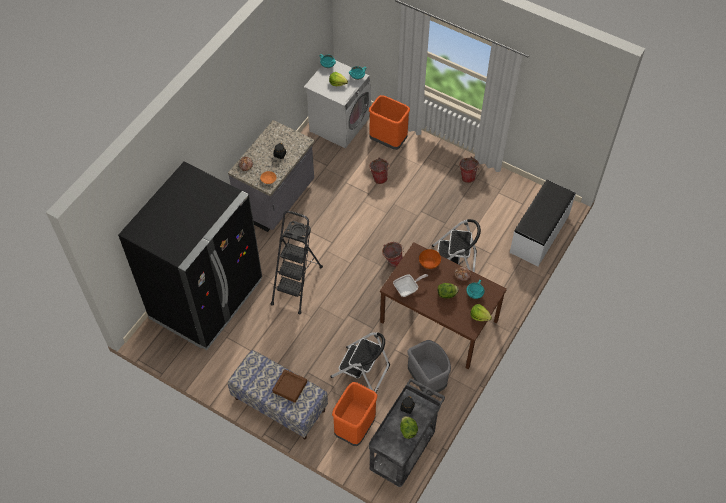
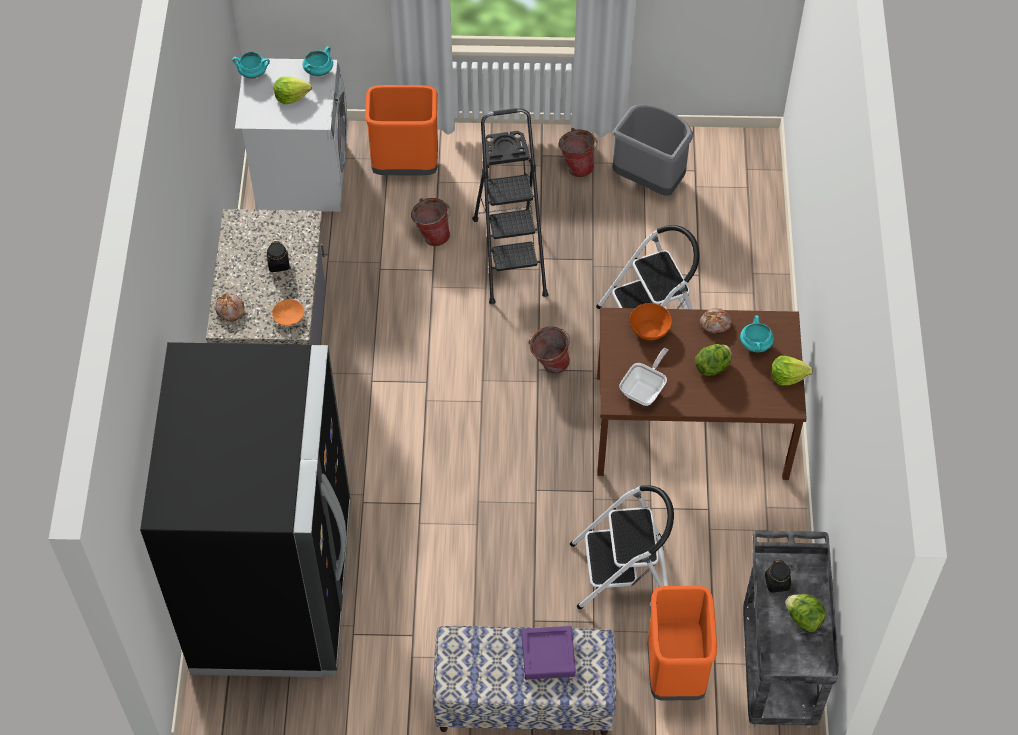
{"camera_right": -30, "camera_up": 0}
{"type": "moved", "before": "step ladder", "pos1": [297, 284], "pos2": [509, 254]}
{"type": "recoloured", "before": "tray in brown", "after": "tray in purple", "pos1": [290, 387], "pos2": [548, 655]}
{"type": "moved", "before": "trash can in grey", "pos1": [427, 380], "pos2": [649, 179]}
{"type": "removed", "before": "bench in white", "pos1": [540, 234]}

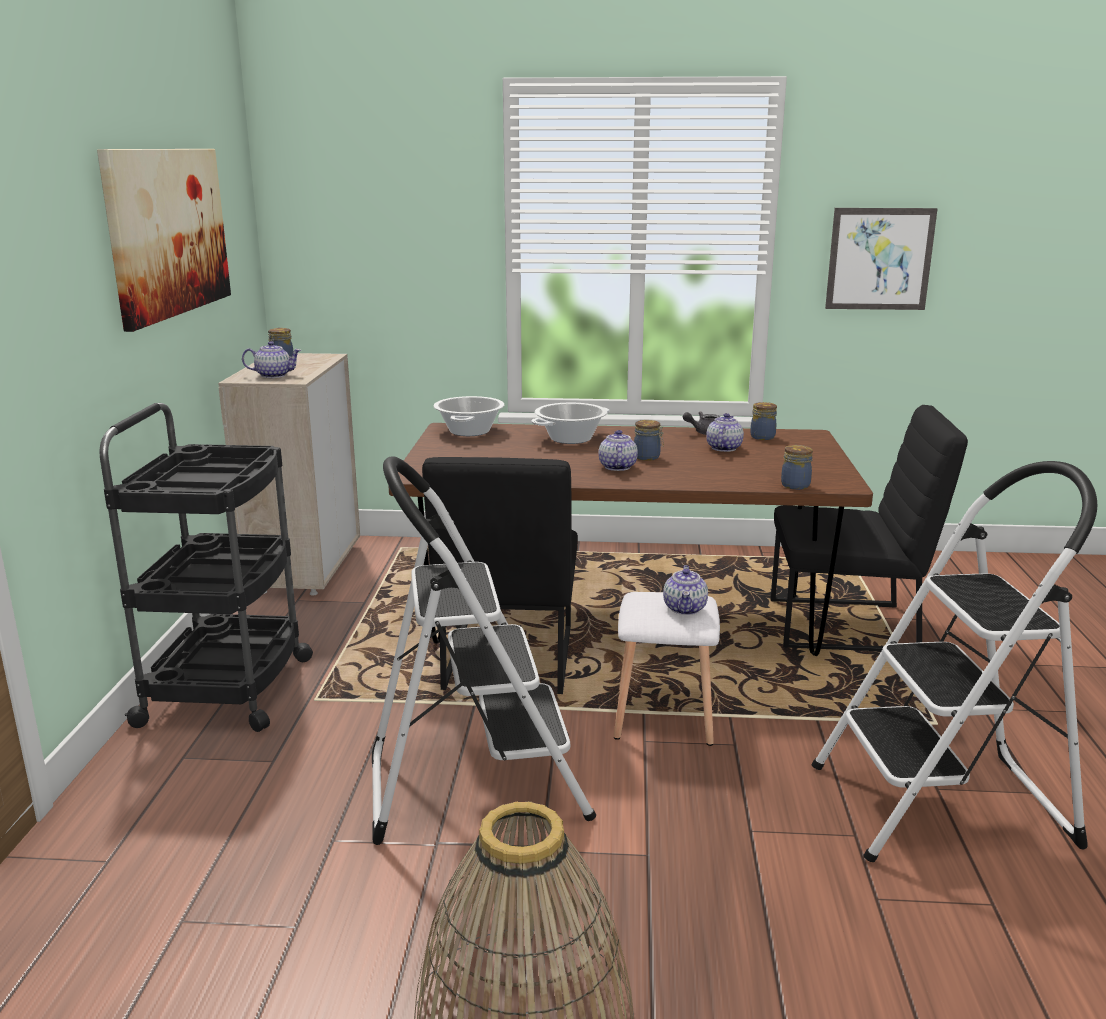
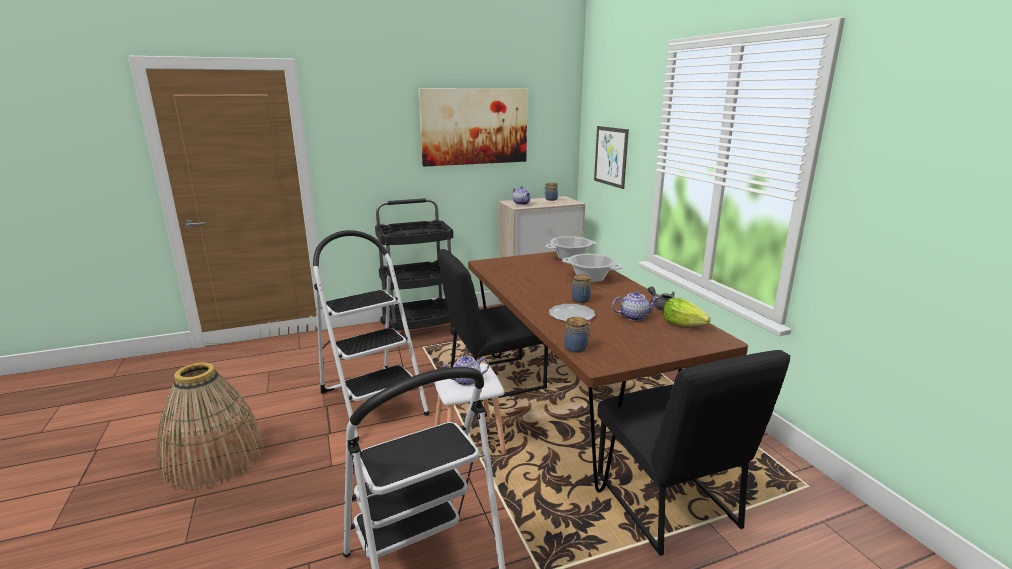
{"camera_right": 65, "camera_up": 0}
{"type": "added", "after": "plate", "pos2": [571, 315]}
{"type": "moved", "before": "picture", "pos1": [879, 259], "pos2": [610, 156]}
{"type": "replaced", "before": "jar", "after": "lettuce", "pos1": [762, 437], "pos2": [683, 324]}
{"type": "removed", "before": "teapot", "pos1": [617, 467]}

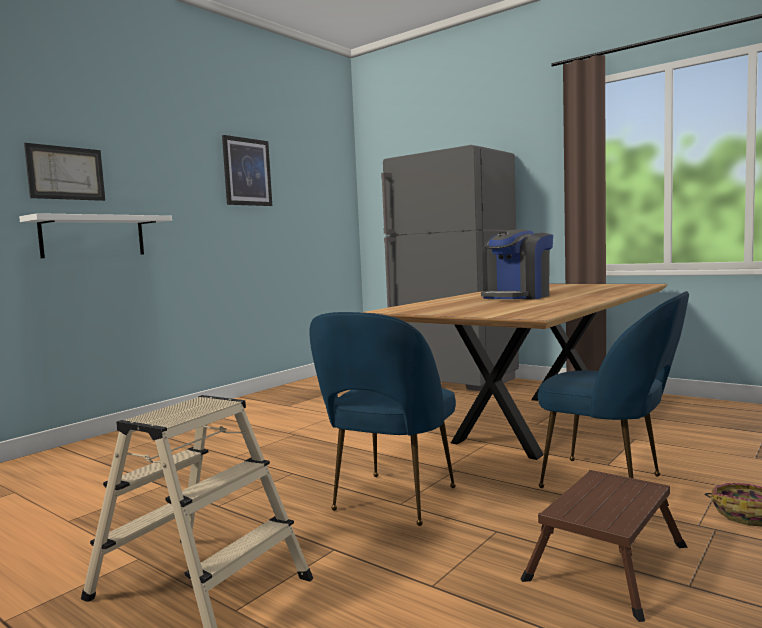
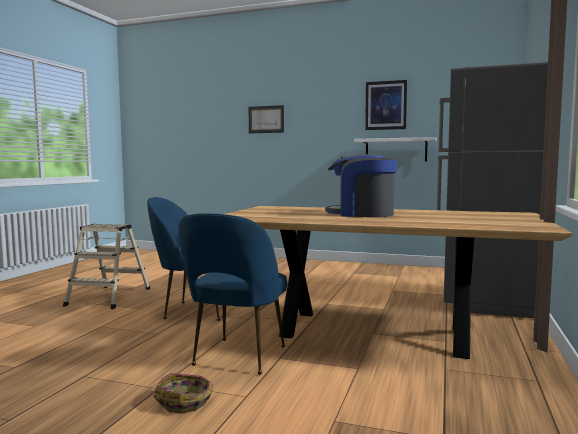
{"camera_right": 70, "camera_up": 0}
{"type": "moved", "before": "shelf in white", "pos1": [93, 236], "pos2": [396, 150]}
{"type": "removed", "before": "step ladder in brown", "pos1": [606, 563]}

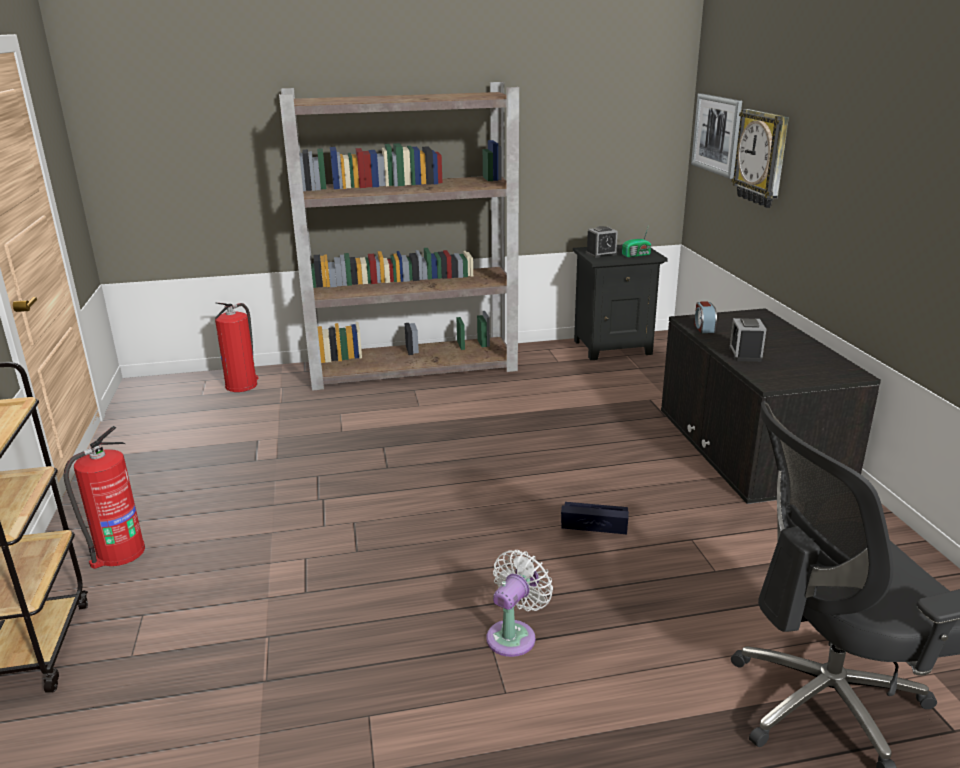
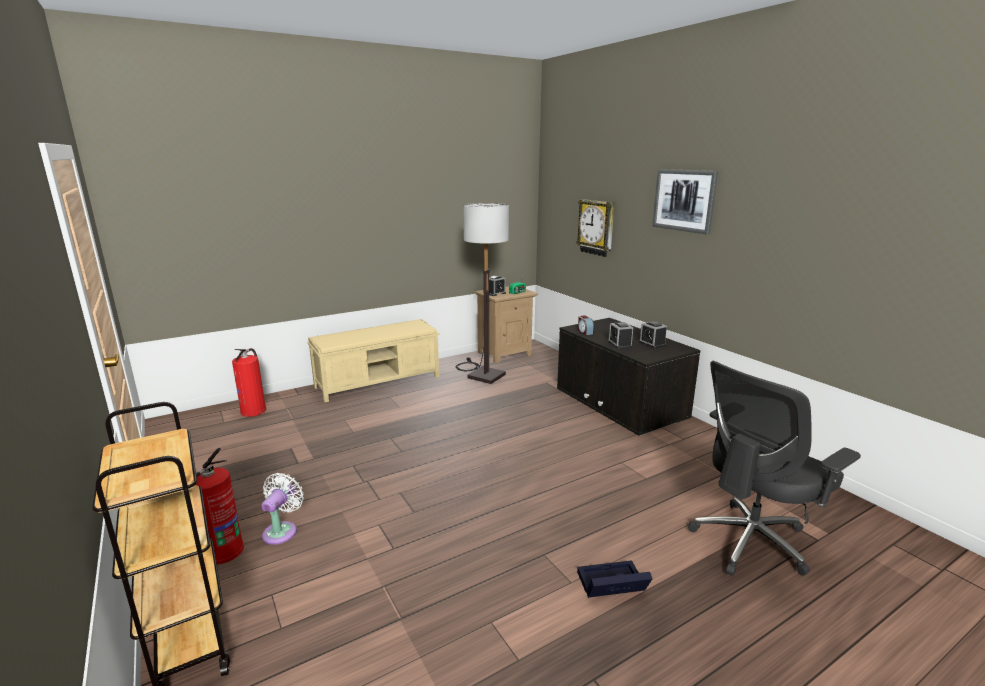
{"camera_right": -20, "camera_up": -5}
{"type": "moved", "before": "fan in white", "pos1": [514, 635], "pos2": [282, 530]}
{"type": "replaced", "before": "bookcase in brown", "after": "bench in beige", "pos1": [413, 367], "pos2": [379, 381]}
{"type": "added", "after": "floor lamp", "pos2": [481, 374]}
{"type": "recoloured", "before": "nightstand in black", "after": "nightstand in beige", "pos1": [614, 348], "pos2": [505, 354]}
{"type": "moved", "before": "storage box in black", "pos1": [592, 524], "pos2": [610, 586]}
{"type": "added", "after": "alarm clock", "pos2": [652, 343]}
{"type": "moved", "before": "picture", "pos1": [716, 134], "pos2": [684, 200]}

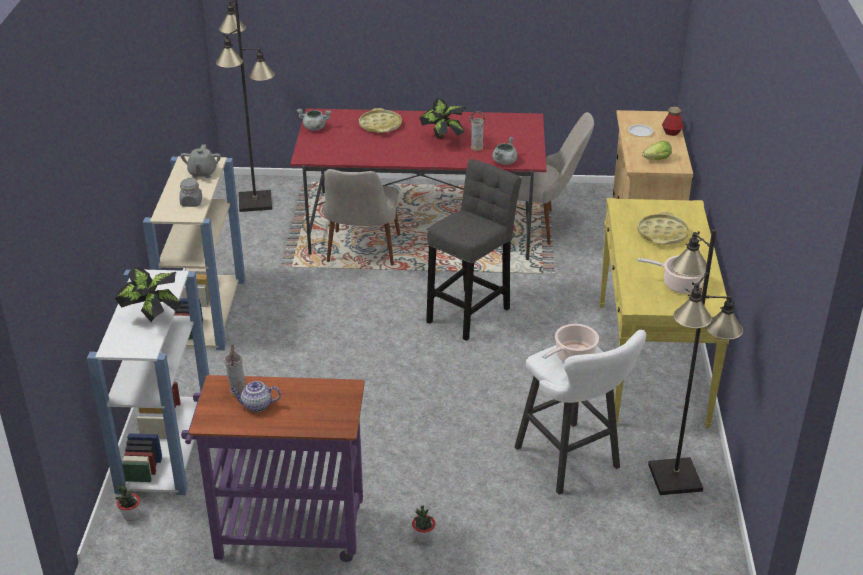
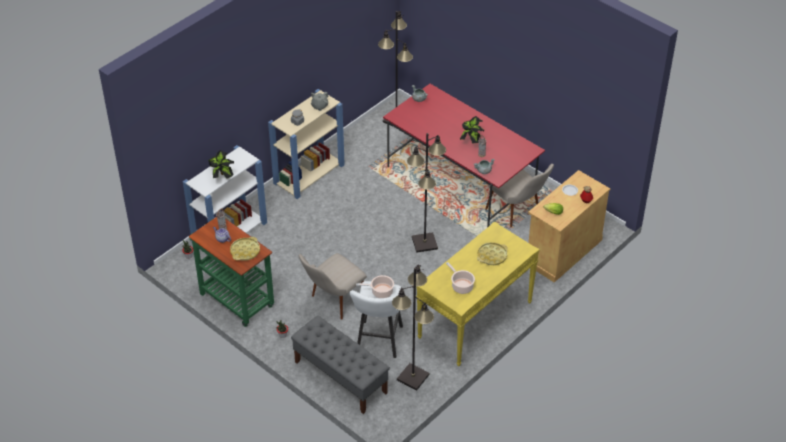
{"camera_right": 40, "camera_up": 10}
{"type": "recoloured", "before": "cart in purple", "after": "cart in green", "pos1": [287, 532], "pos2": [235, 300]}
{"type": "moved", "before": "tray in yellow", "pos1": [380, 125], "pos2": [245, 251]}
{"type": "added", "after": "bench in grey", "pos2": [340, 377]}
{"type": "moved", "before": "chair in beige", "pos1": [362, 256], "pos2": [333, 302]}
{"type": "replaced", "before": "stool in grey", "after": "floor lamp in black", "pos1": [471, 312], "pos2": [425, 243]}

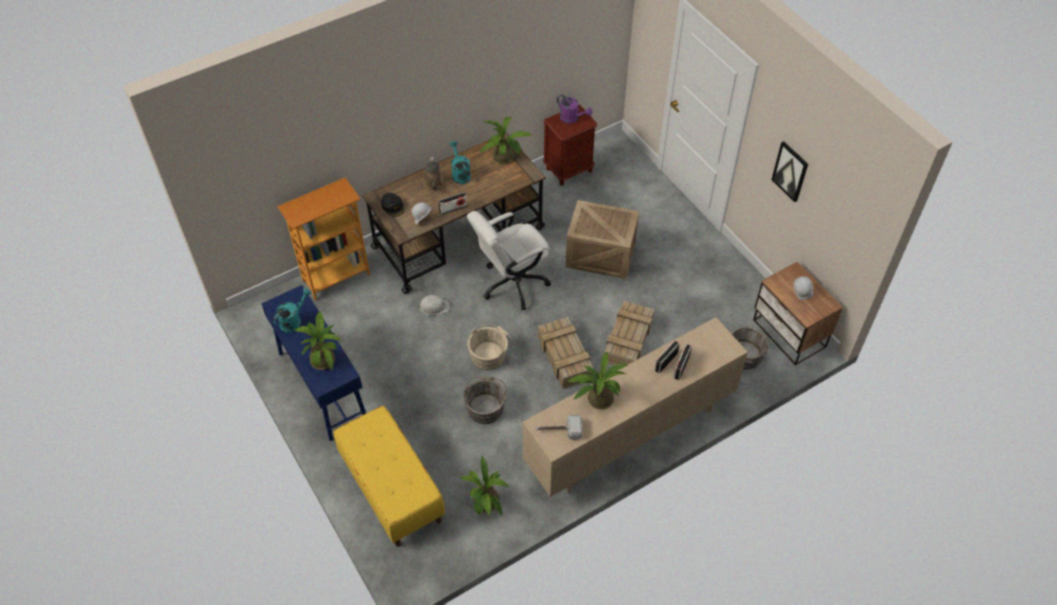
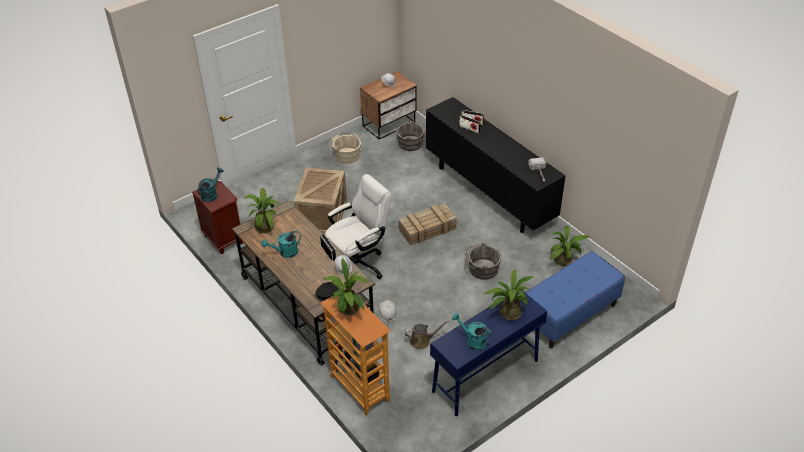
{"camera_right": -95, "camera_up": -10}
{"type": "recoloured", "before": "watering can in purple", "after": "watering can in turquoise", "pos1": [572, 119], "pos2": [211, 194]}
{"type": "moved", "before": "potted plant", "pos1": [597, 399], "pos2": [348, 310]}
{"type": "turned", "before": "office chair in white", "pos1": [511, 285], "pos2": [359, 265], "turn": -90}
{"type": "moved", "before": "bucket in beige", "pos1": [489, 354], "pos2": [346, 155]}
{"type": "moved", "before": "watering can in brown", "pos1": [434, 184], "pos2": [422, 341]}
{"type": "recoloured", "before": "cabinet in beige", "after": "cabinet in black", "pos1": [630, 436], "pos2": [489, 193]}
{"type": "recoloured", "before": "bench in yellow", "after": "bench in blue", "pos1": [391, 489], "pos2": [569, 315]}
{"type": "removed", "before": "crate", "pos1": [628, 341]}
{"type": "removed", "before": "picture", "pos1": [790, 171]}

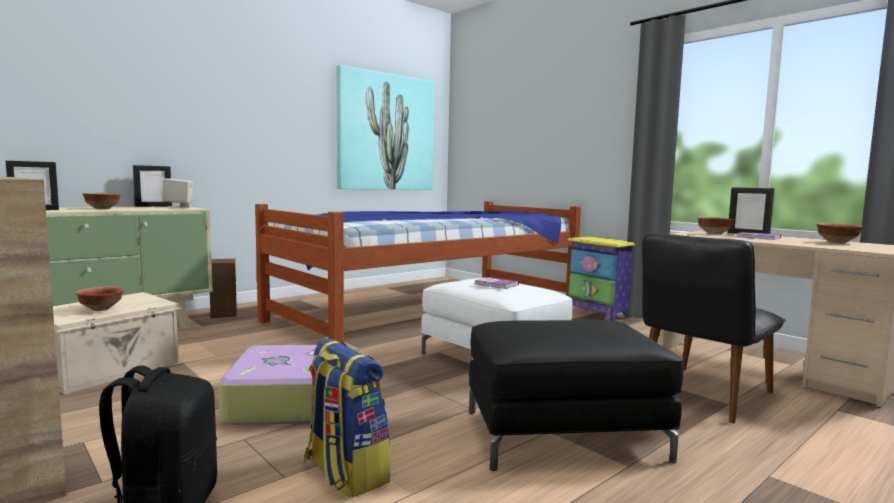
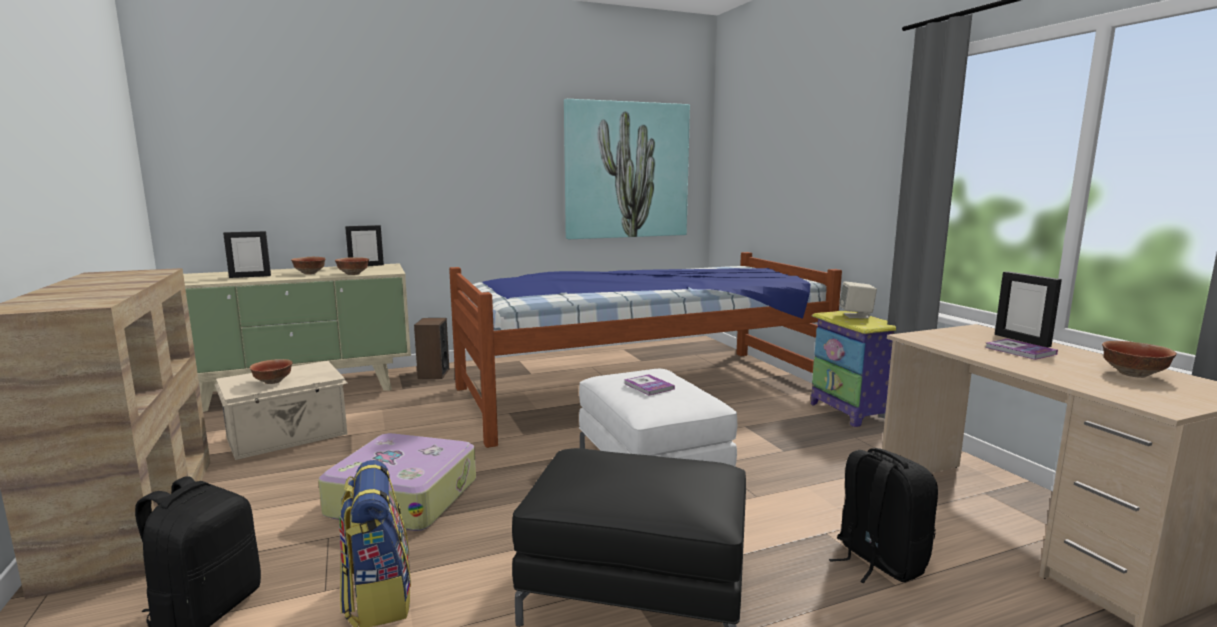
{"camera_right": 20, "camera_up": 5}
{"type": "moved", "before": "bowl", "pos1": [714, 234], "pos2": [353, 274]}
{"type": "replaced", "before": "chair in black", "after": "backpack in black", "pos1": [704, 393], "pos2": [878, 561]}
{"type": "moved", "before": "speaker in beige", "pos1": [178, 207], "pos2": [856, 316]}

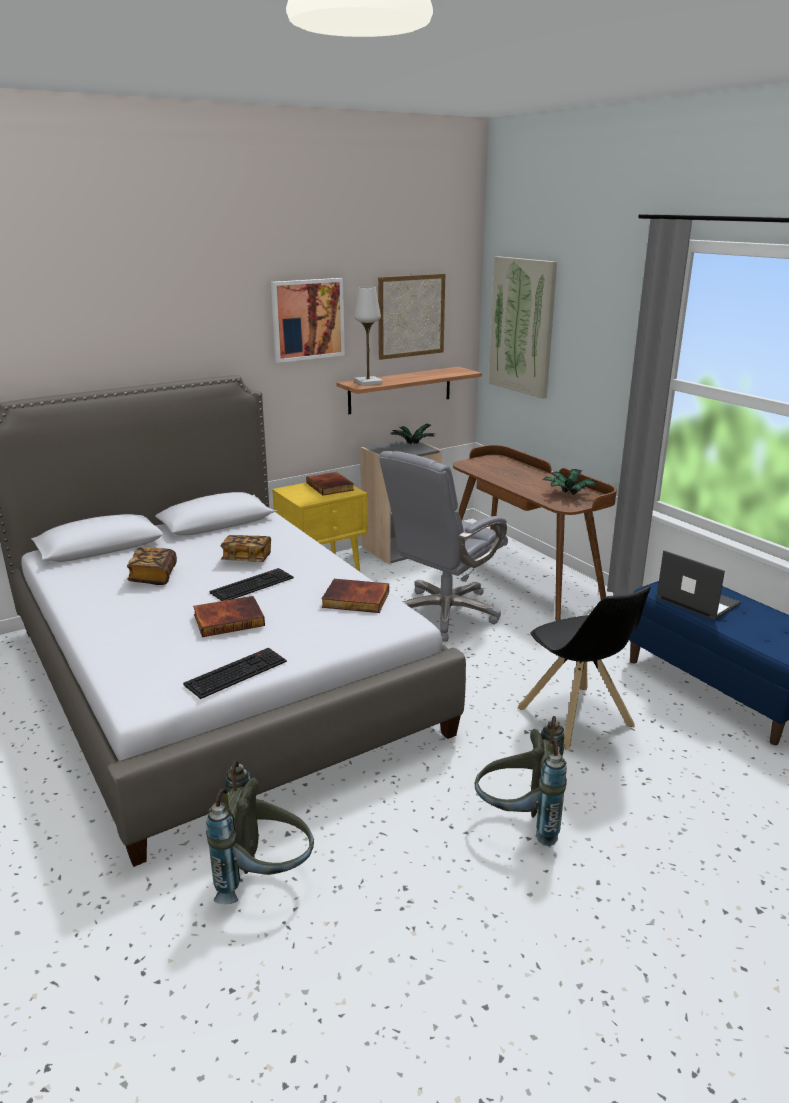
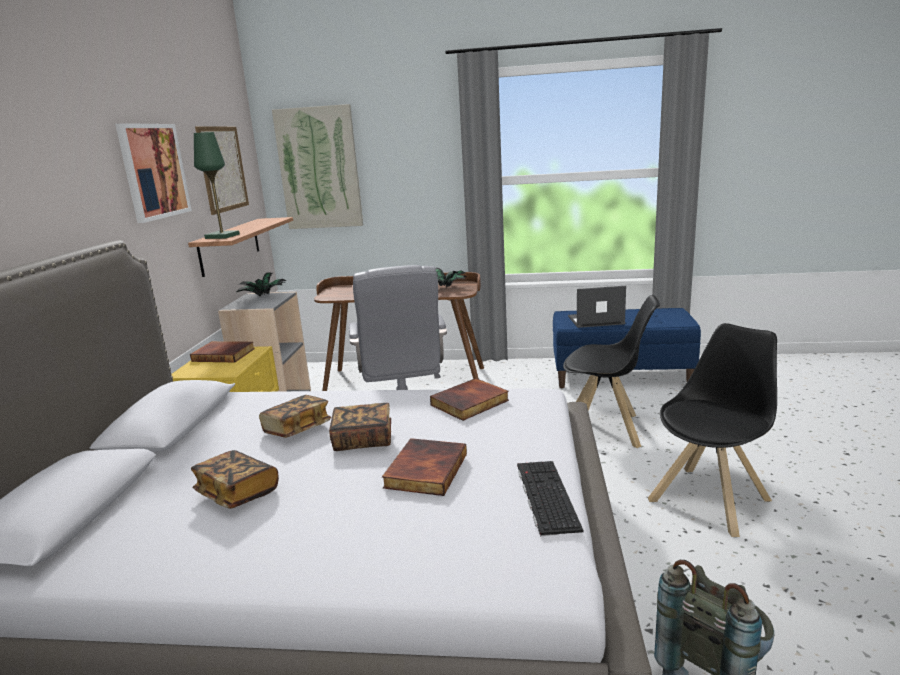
{"camera_right": -50, "camera_up": -5}
{"type": "recoloured", "before": "table lamp in white", "after": "table lamp in green", "pos1": [368, 382], "pos2": [222, 236]}
{"type": "replaced", "before": "keyboard", "after": "book", "pos1": [252, 584], "pos2": [363, 440]}
{"type": "replaced", "before": "backpack in grey", "after": "chair in black", "pos1": [519, 821], "pos2": [711, 498]}

